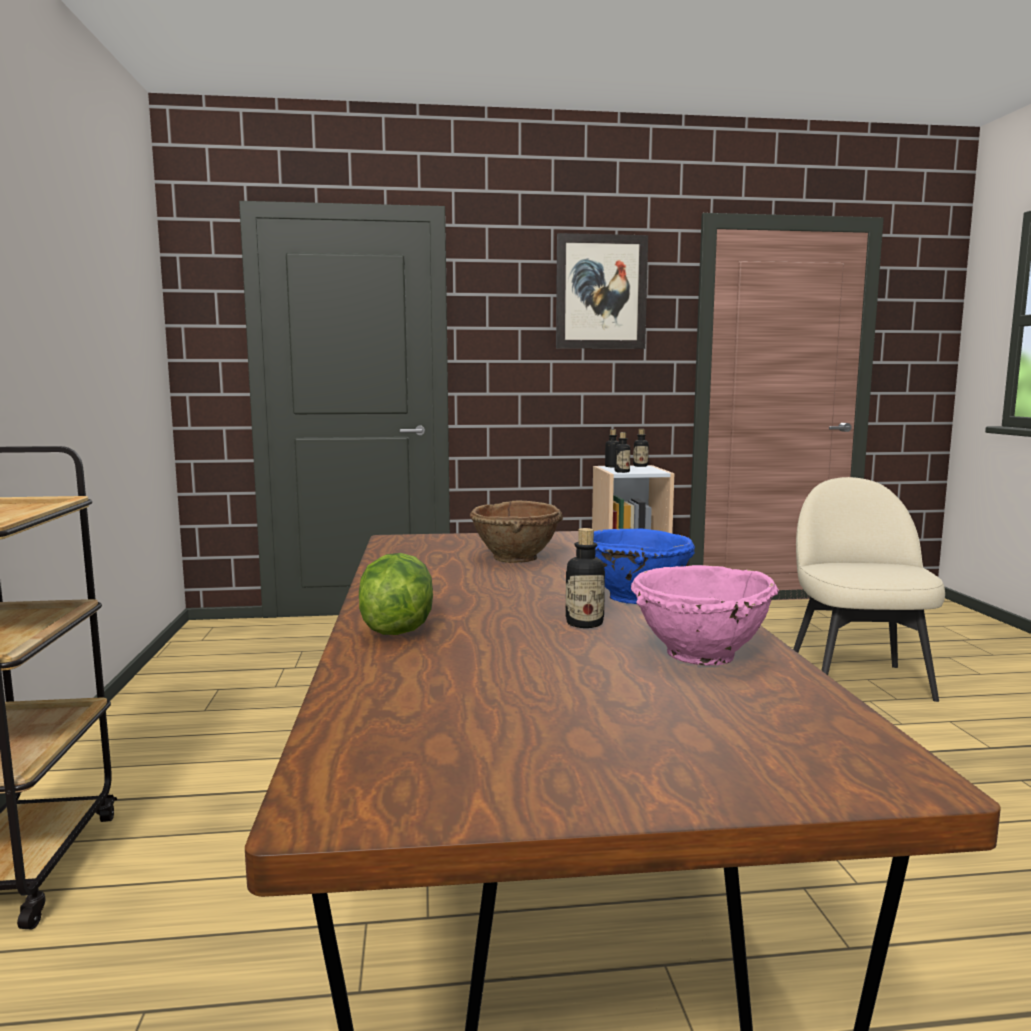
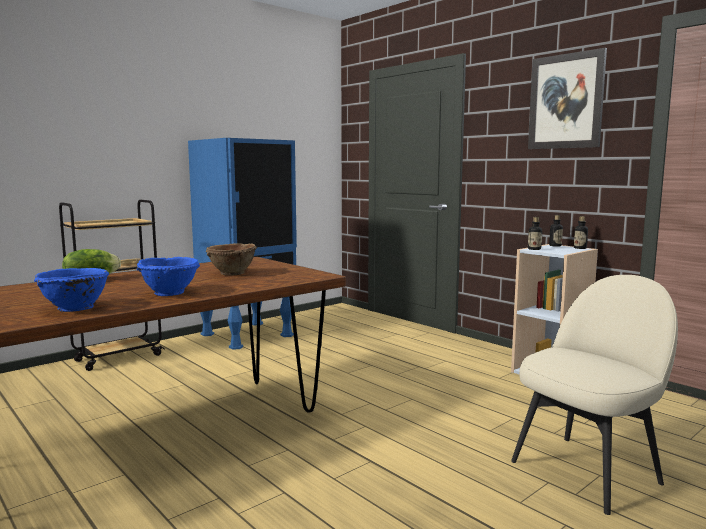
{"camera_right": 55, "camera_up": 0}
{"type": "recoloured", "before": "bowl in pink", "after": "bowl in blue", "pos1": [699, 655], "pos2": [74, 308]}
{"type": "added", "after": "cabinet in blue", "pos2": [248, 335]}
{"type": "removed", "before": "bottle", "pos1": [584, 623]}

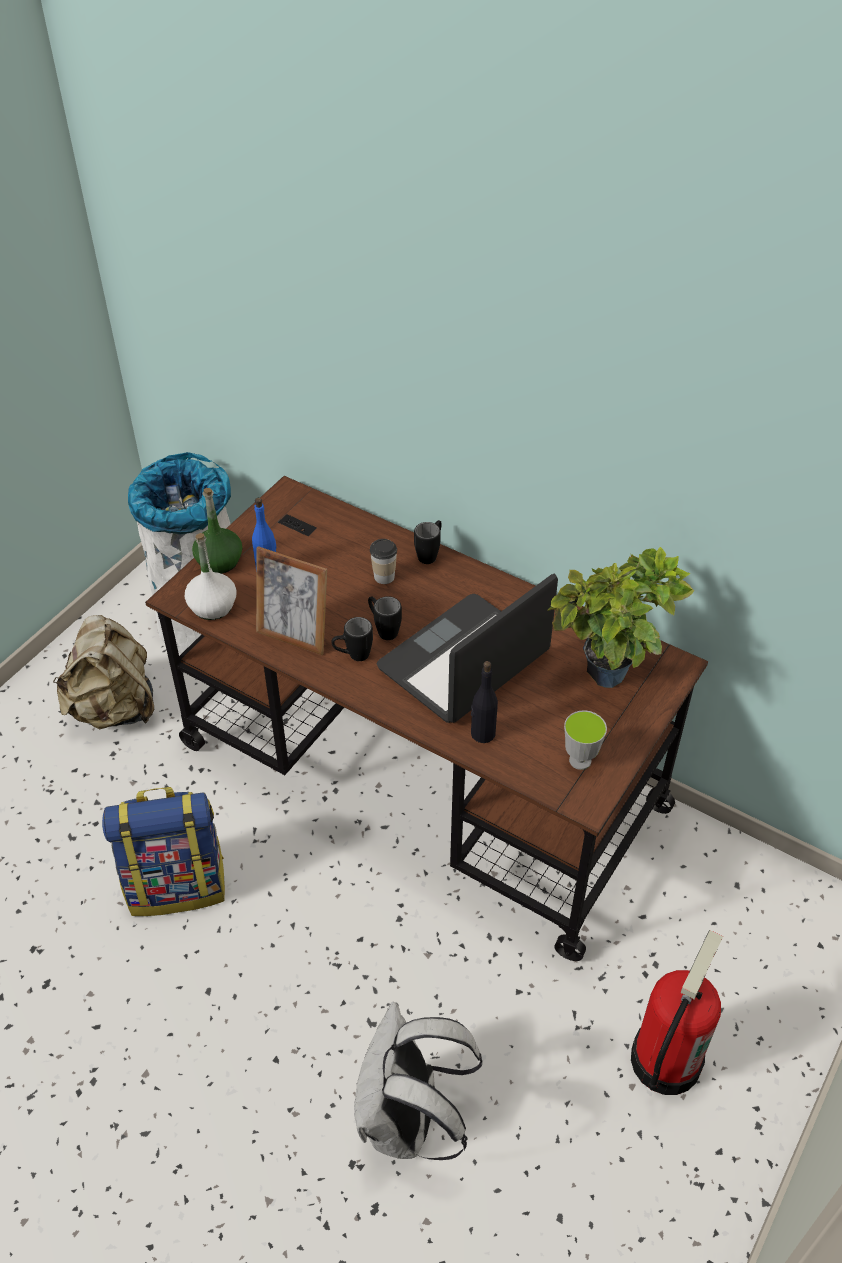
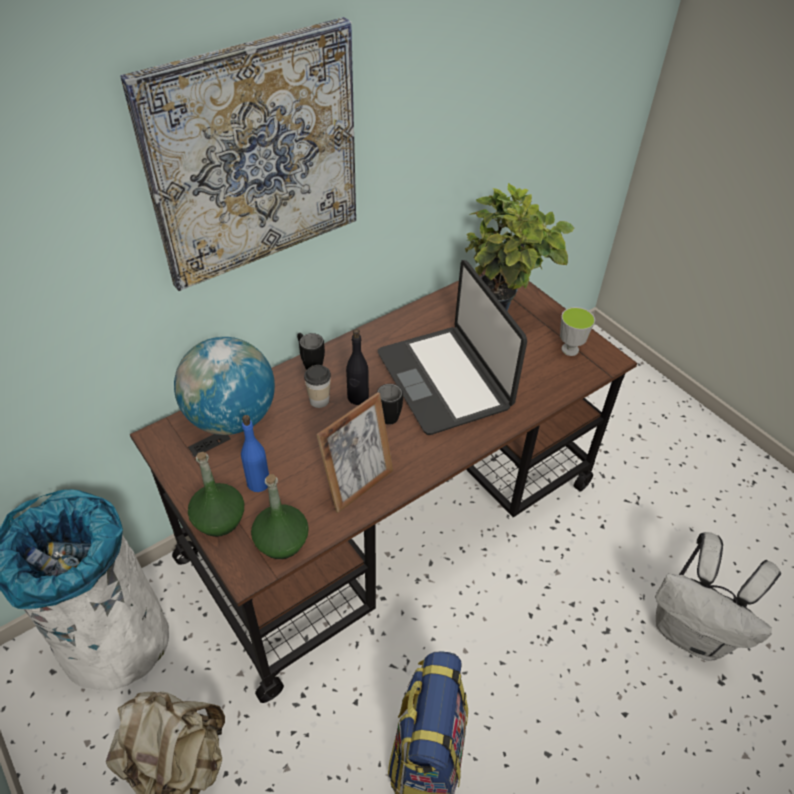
{"camera_right": -70, "camera_up": 0}
{"type": "added", "after": "picture", "pos2": [254, 157]}
{"type": "added", "after": "globe", "pos2": [231, 418]}
{"type": "recoloured", "before": "bottle in white", "after": "bottle in green", "pos1": [212, 606], "pos2": [281, 541]}
{"type": "moved", "before": "bottle in black", "pos1": [482, 733], "pos2": [358, 398]}
{"type": "removed", "before": "mug in black", "pos1": [353, 656]}
{"type": "removed", "before": "fire extinguisher", "pos1": [665, 1059]}

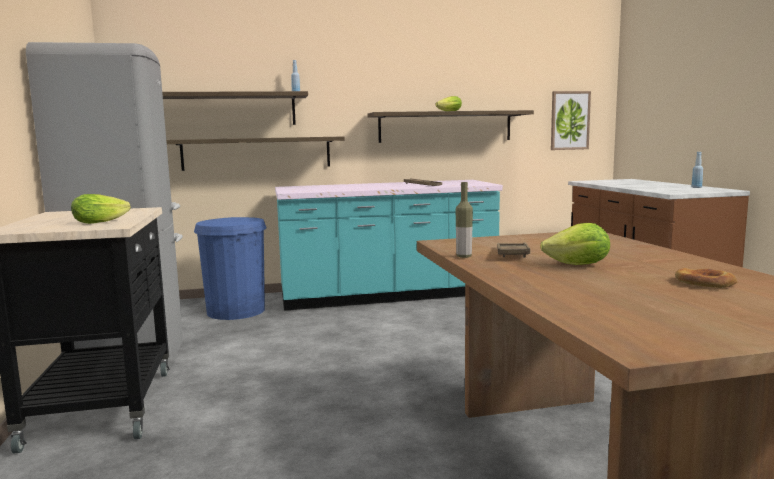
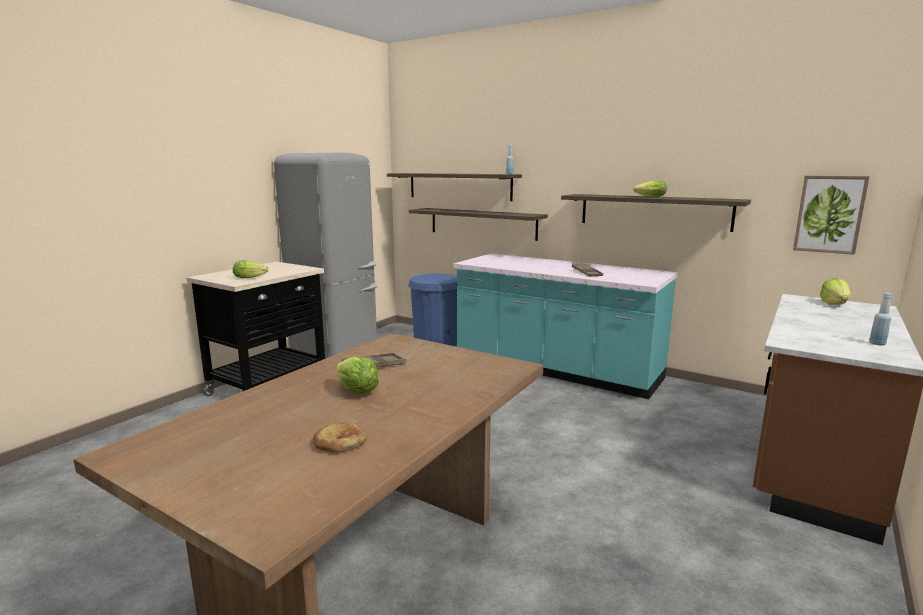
{"camera_right": 45, "camera_up": 5}
{"type": "added", "after": "lettuce", "pos2": [834, 304]}
{"type": "removed", "before": "bottle", "pos1": [464, 256]}

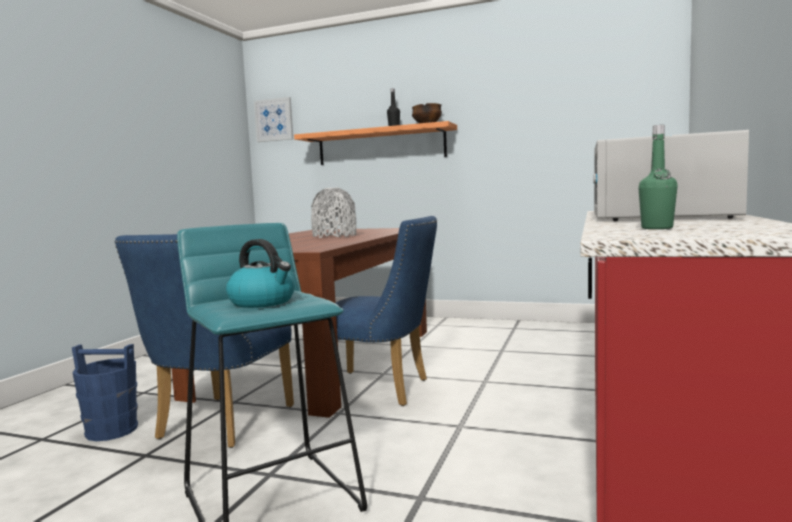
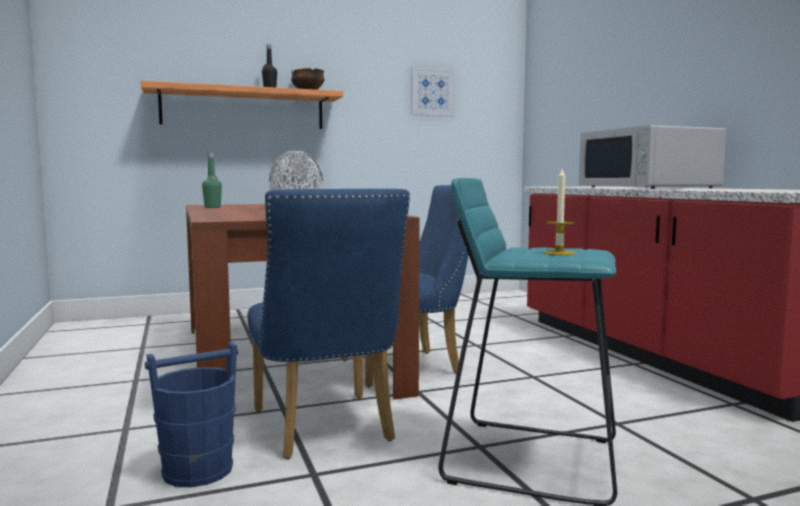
{"camera_right": -40, "camera_up": 0}
{"type": "moved", "before": "bottle in green", "pos1": [657, 228], "pos2": [212, 207]}
{"type": "moved", "before": "picture", "pos1": [274, 120], "pos2": [432, 92]}
{"type": "replaced", "before": "kettle", "after": "candle", "pos1": [263, 302], "pos2": [559, 253]}

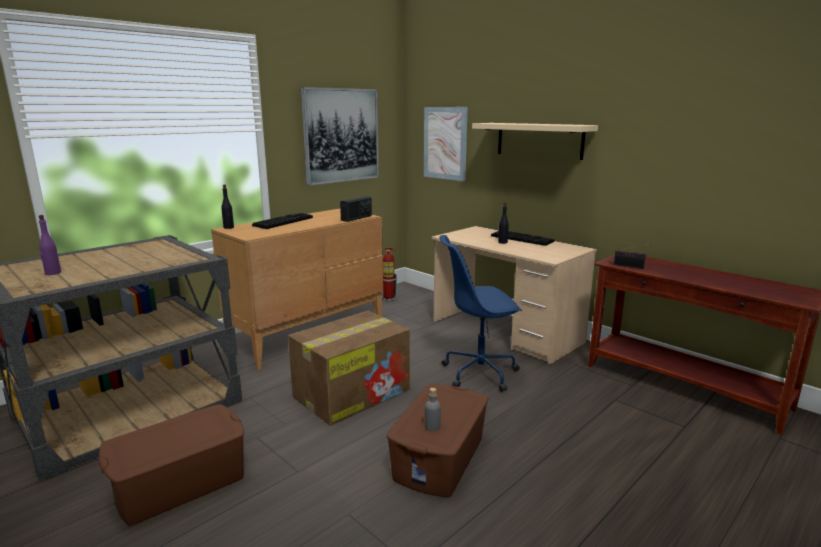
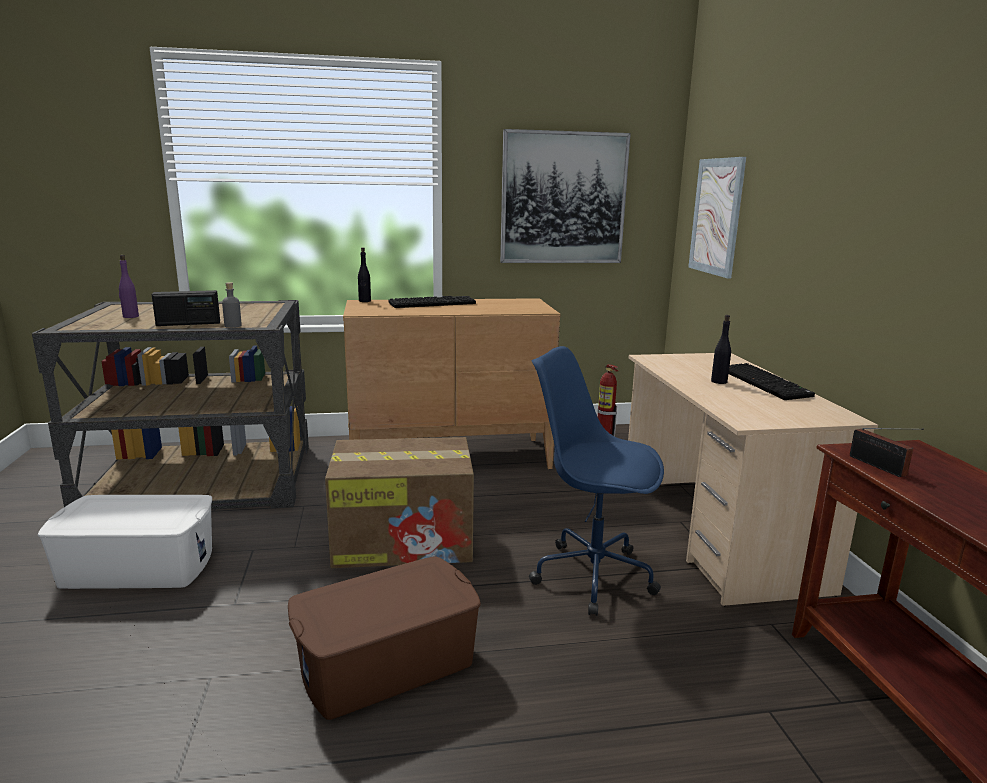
{"camera_right": 35, "camera_up": 0}
{"type": "recoloured", "before": "storage box in brown", "after": "storage box in white", "pos1": [180, 483], "pos2": [138, 567]}
{"type": "moved", "before": "radio", "pos1": [357, 218], "pos2": [188, 323]}
{"type": "moved", "before": "bottle in grey", "pos1": [432, 426], "pos2": [233, 326]}
{"type": "removed", "before": "shelf in beige", "pos1": [539, 140]}

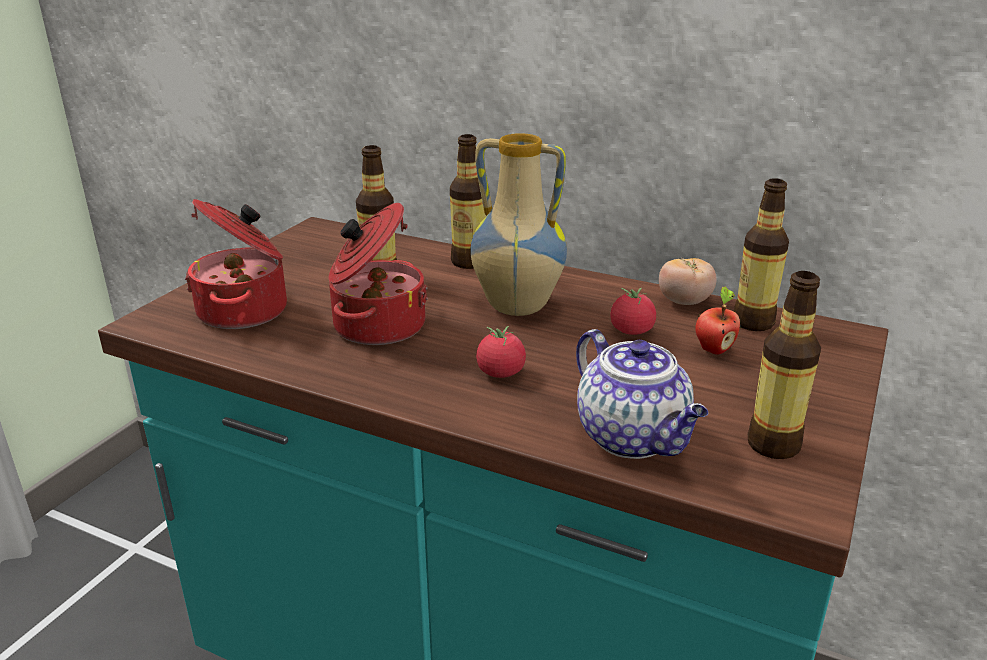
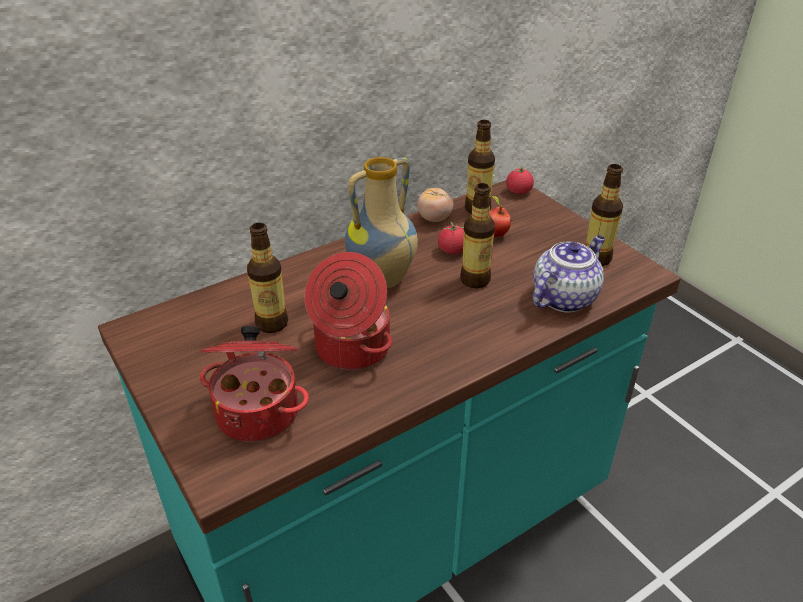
{"camera_right": -60, "camera_up": 10}
{"type": "moved", "before": "bottle", "pos1": [469, 262], "pos2": [475, 280]}
{"type": "moved", "before": "tomato", "pos1": [500, 373], "pos2": [518, 191]}
{"type": "turned", "before": "teapot", "pos1": [634, 438], "pos2": [564, 297], "turn": -45}

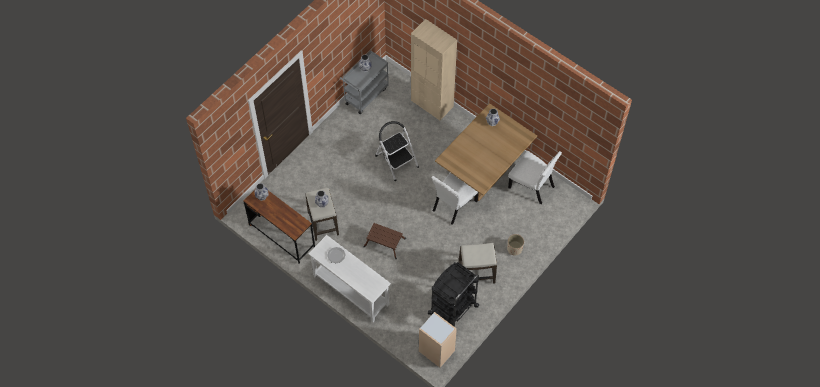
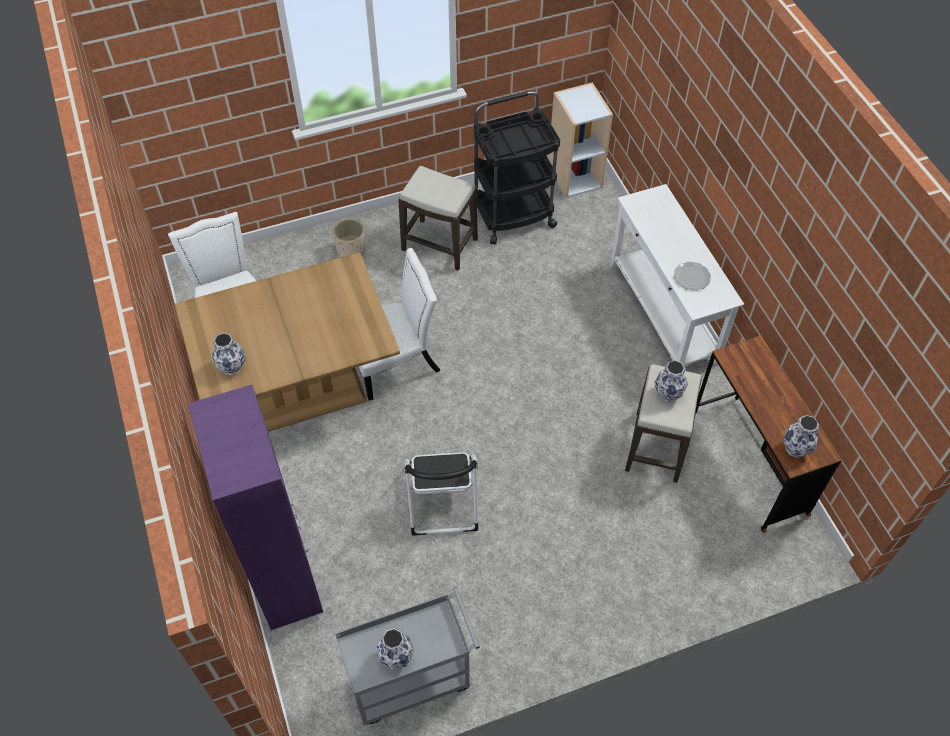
{"camera_right": -150, "camera_up": -5}
{"type": "recoloured", "before": "cabinet in beige", "after": "cabinet in purple", "pos1": [432, 105], "pos2": [287, 581]}
{"type": "removed", "before": "step ladder in brown", "pos1": [384, 242]}

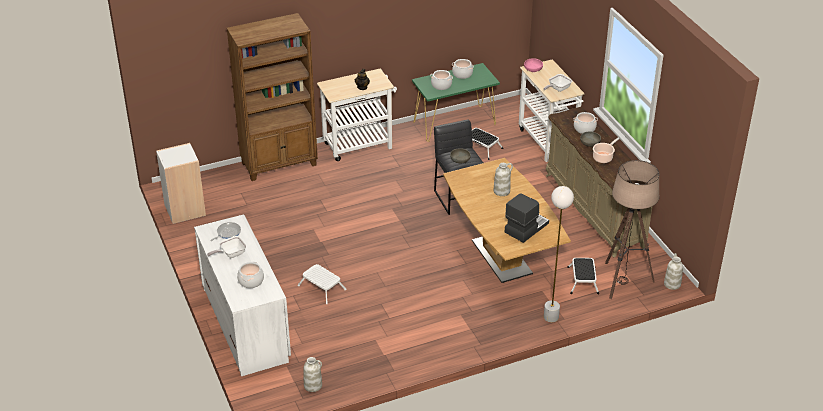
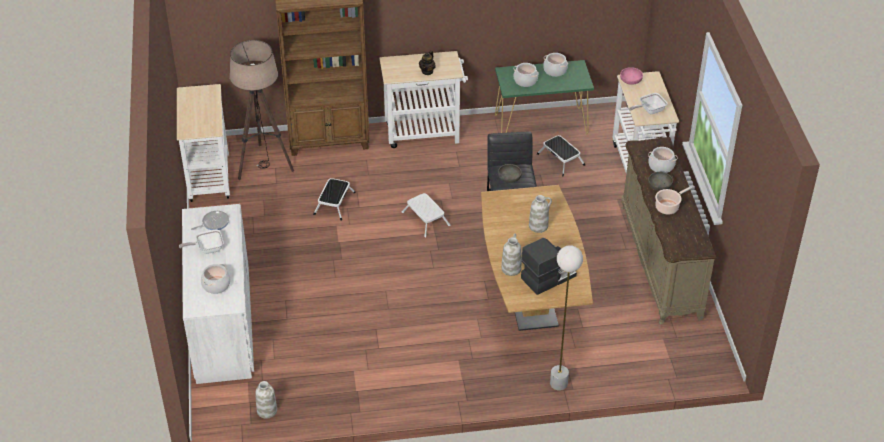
{"camera_right": 15, "camera_up": 5}
{"type": "replaced", "before": "bookcase", "after": "cart in white", "pos1": [185, 209], "pos2": [209, 177]}
{"type": "moved", "before": "floor lamp", "pos1": [623, 280], "pos2": [264, 165]}
{"type": "moved", "before": "step ladder in black", "pos1": [583, 280], "pos2": [335, 203]}
{"type": "moved", "before": "step ladder in white", "pos1": [321, 287], "pos2": [425, 219]}
{"type": "moved", "before": "vase in white", "pos1": [672, 284], "pos2": [511, 268]}

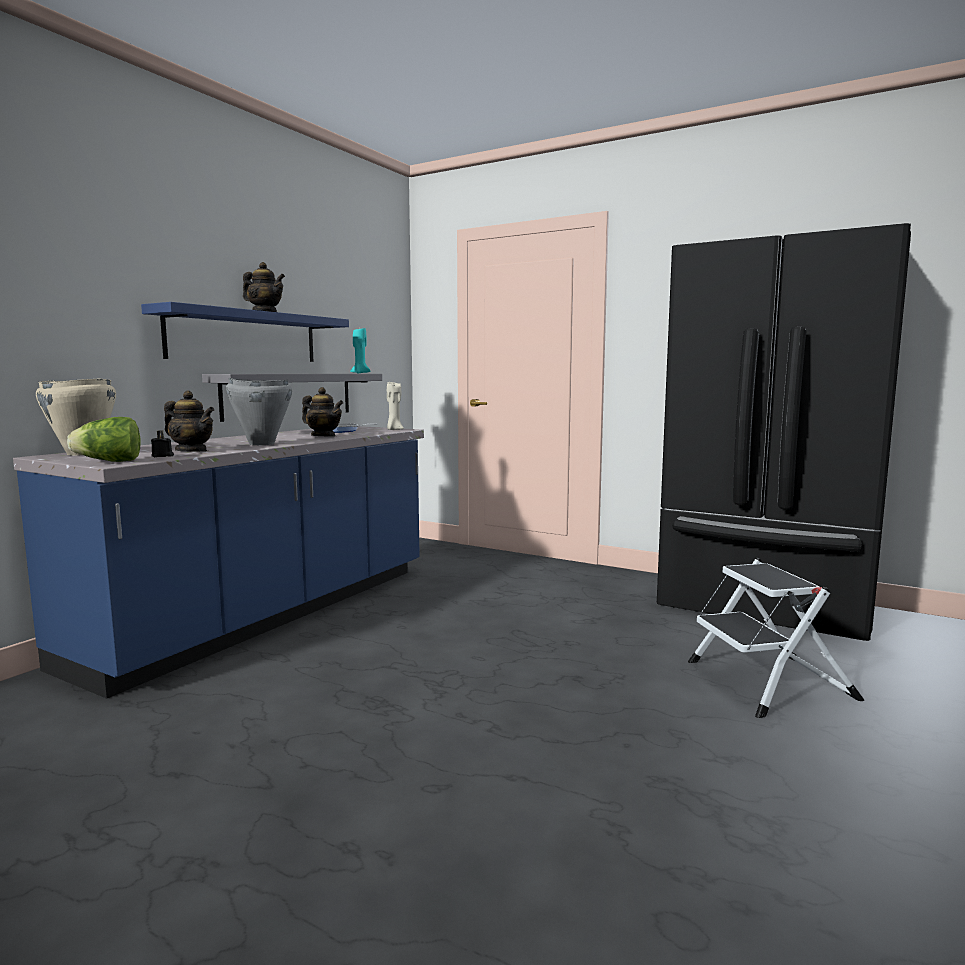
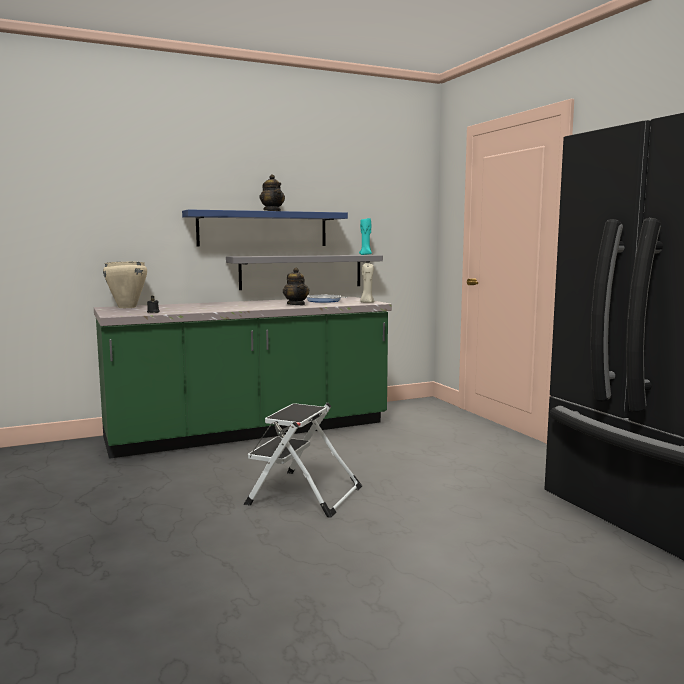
{"camera_right": 35, "camera_up": 0}
{"type": "recoloured", "before": "counter in blue", "after": "counter in green", "pos1": [268, 614], "pos2": [249, 431]}
{"type": "moved", "before": "step ladder", "pos1": [769, 681], "pos2": [303, 493]}
{"type": "removed", "before": "lettuce", "pos1": [110, 462]}
{"type": "removed", "before": "teapot", "pos1": [191, 451]}
{"type": "removed", "before": "cooking pot in grey", "pos1": [261, 444]}

